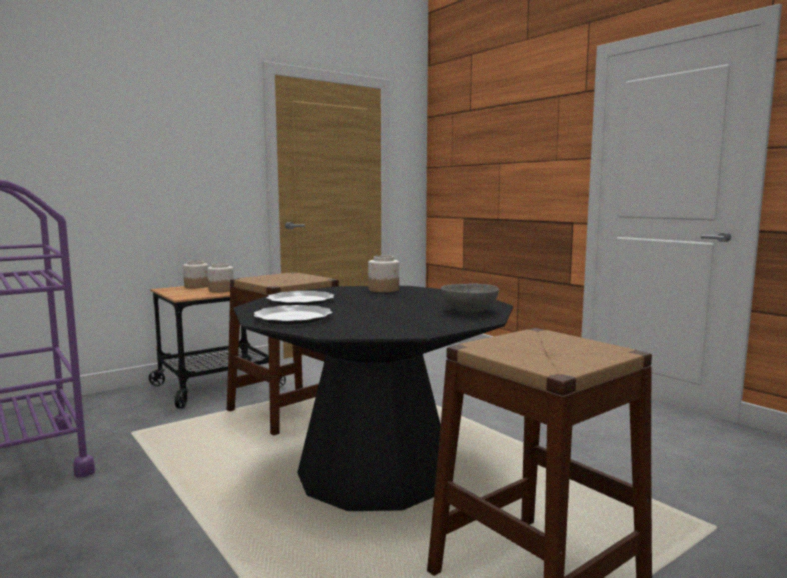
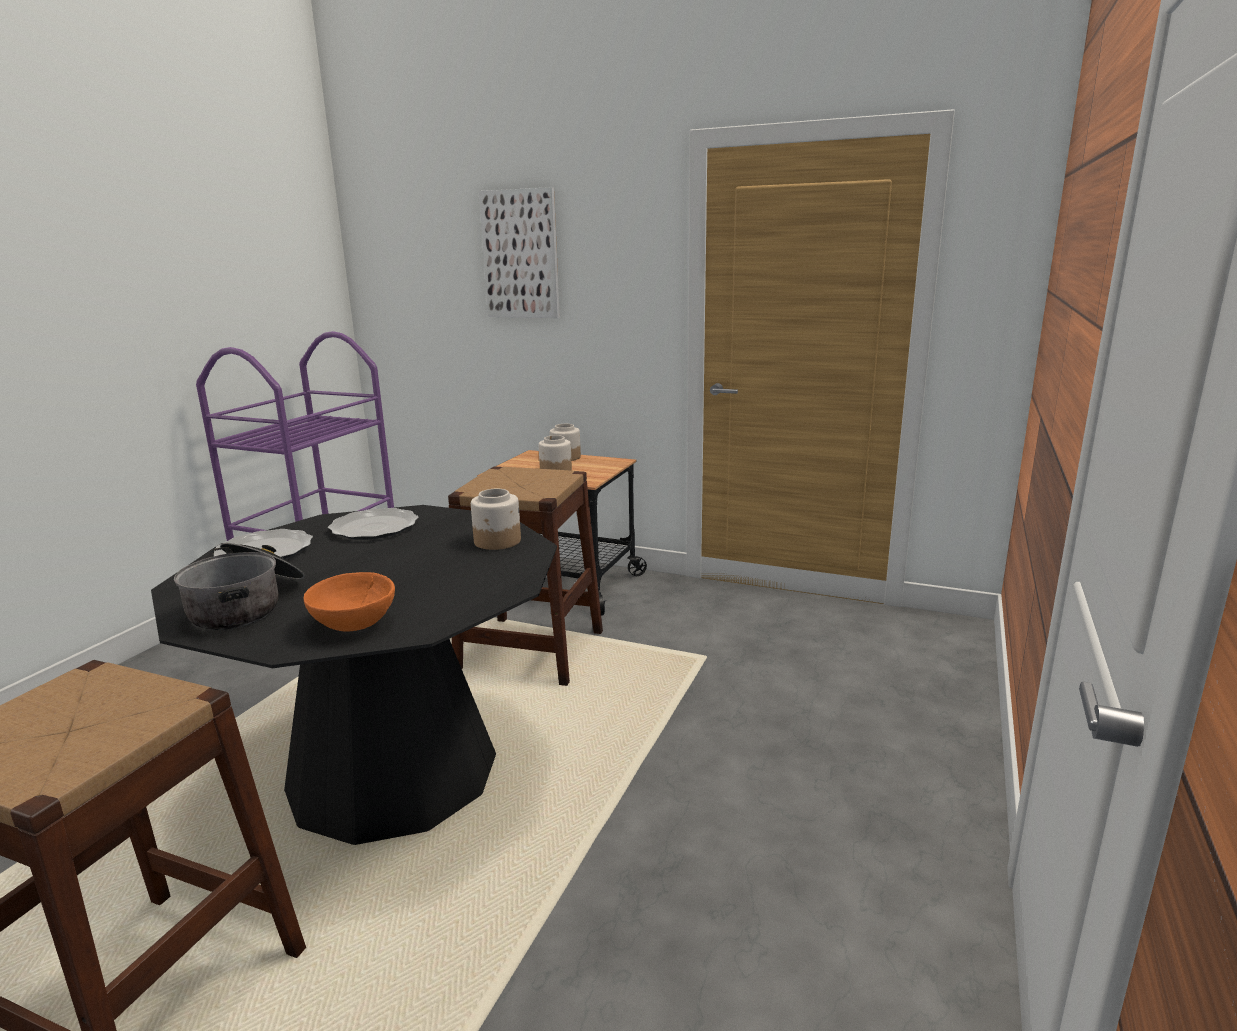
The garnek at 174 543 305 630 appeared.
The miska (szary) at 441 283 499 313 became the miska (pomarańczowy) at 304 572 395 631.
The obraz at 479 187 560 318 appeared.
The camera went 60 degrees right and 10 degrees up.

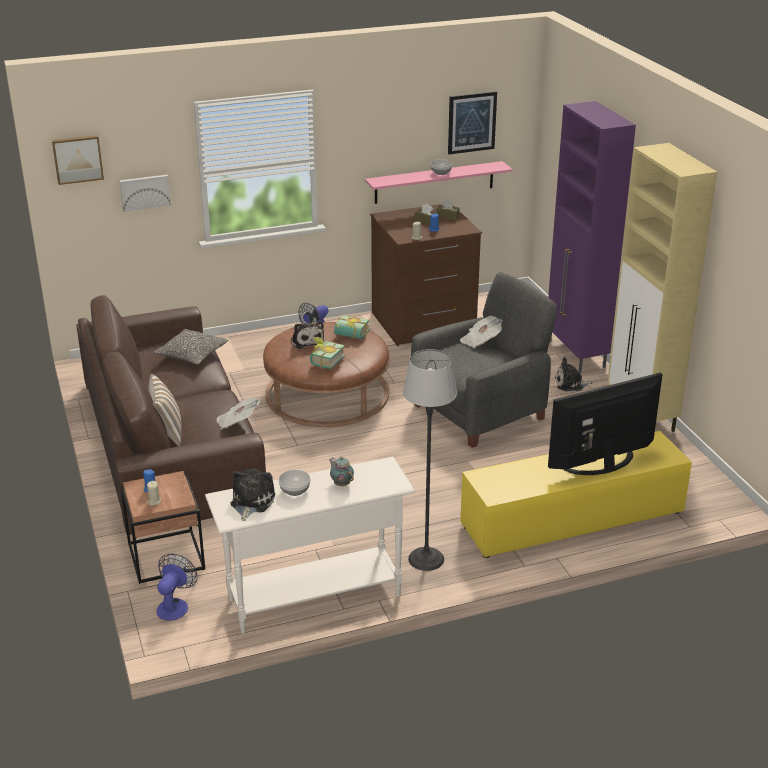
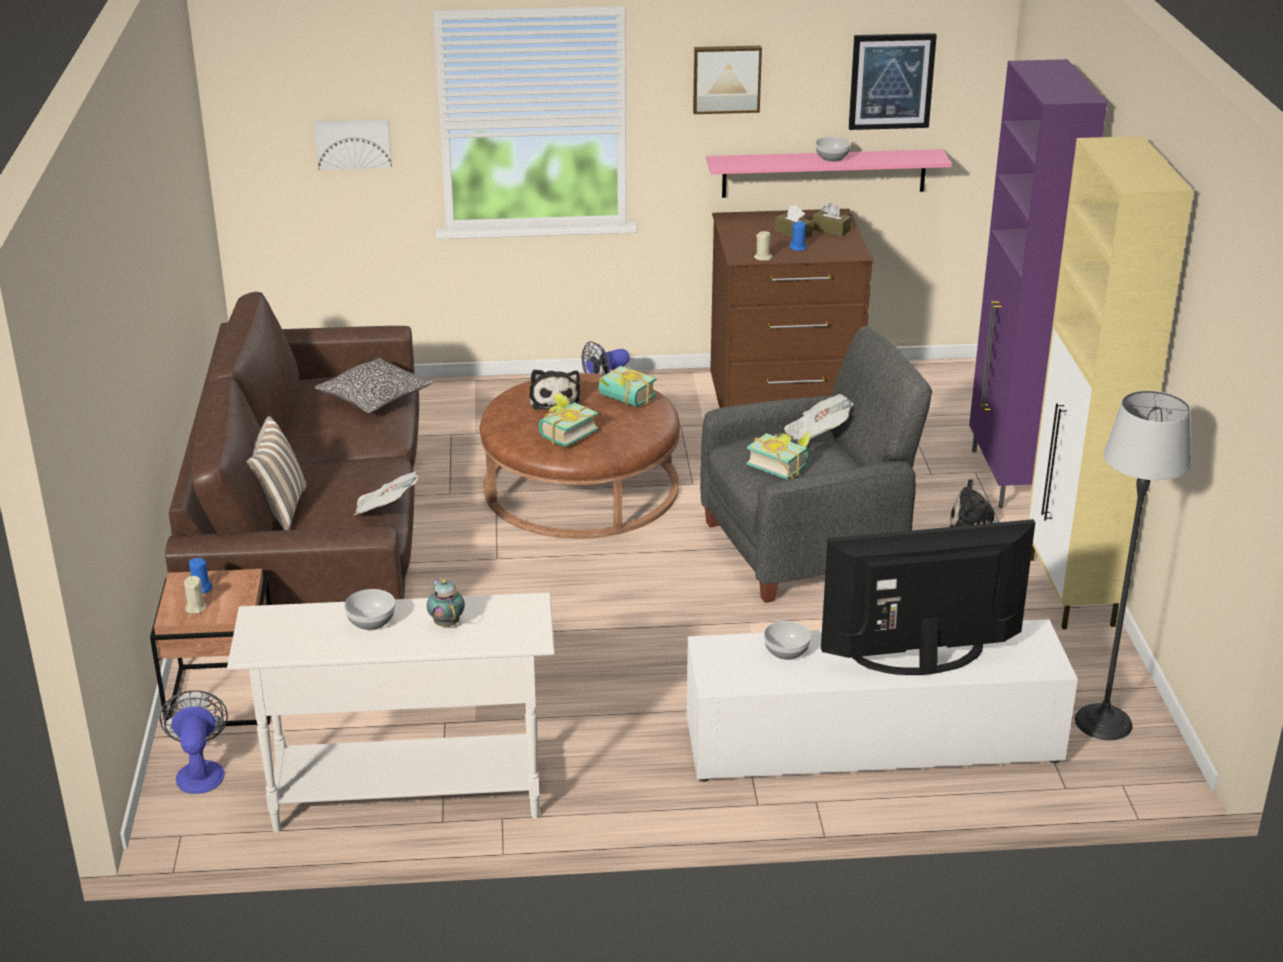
The wentylator at 157 554 197 621 turned 45 degrees counterclockwise.
The szafka pod telewizor (żółty) at 460 431 692 558 became the szafka pod telewizor (biały) at 687 619 1078 782.
The obraz moved from 52 135 104 185 to 693 45 762 114.
The książka at 747 432 810 480 appeared.
The miska at 764 621 811 660 appeared.
The lampa stojąca moved from 403 349 457 571 to 1075 391 1191 740.
The pluszak at 231 469 275 521 disappeared.
The camera went 15 degrees right and 0 degrees up.

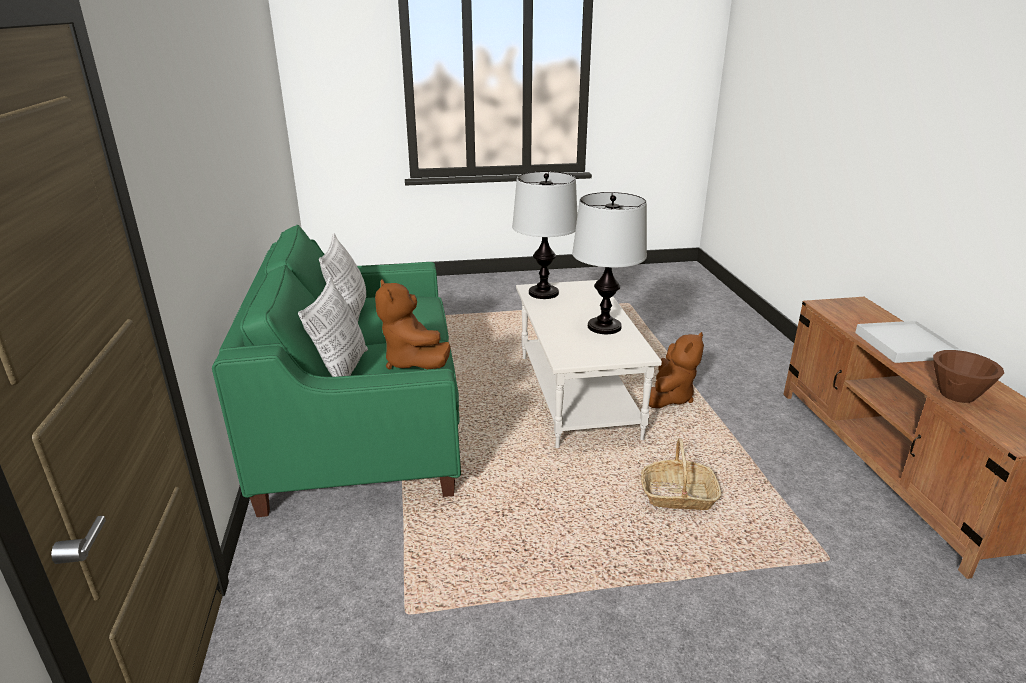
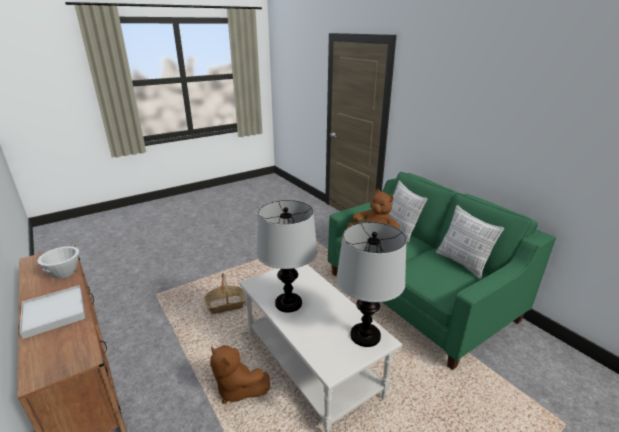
The miska (brązowy) at 933 350 1004 403 became the miska (biały) at 37 246 79 278.
The pluszak (brązowy) at 649 332 704 408 turned 60 degrees counterclockwise.
The camera went 155 degrees right and 0 degrees up.

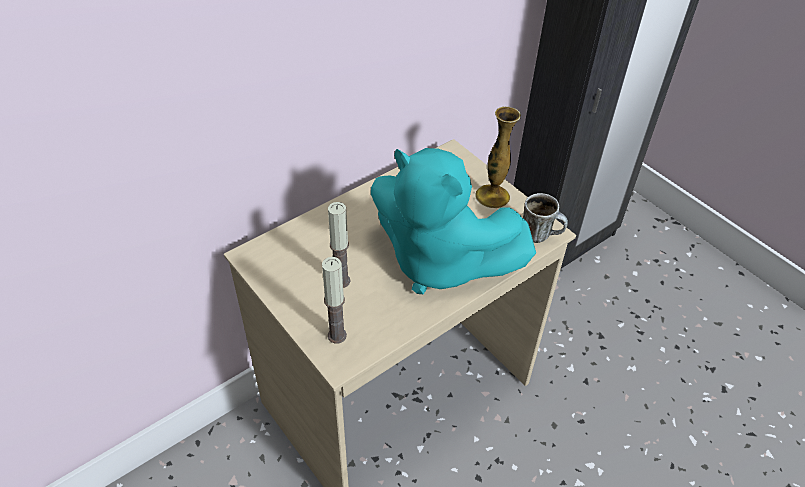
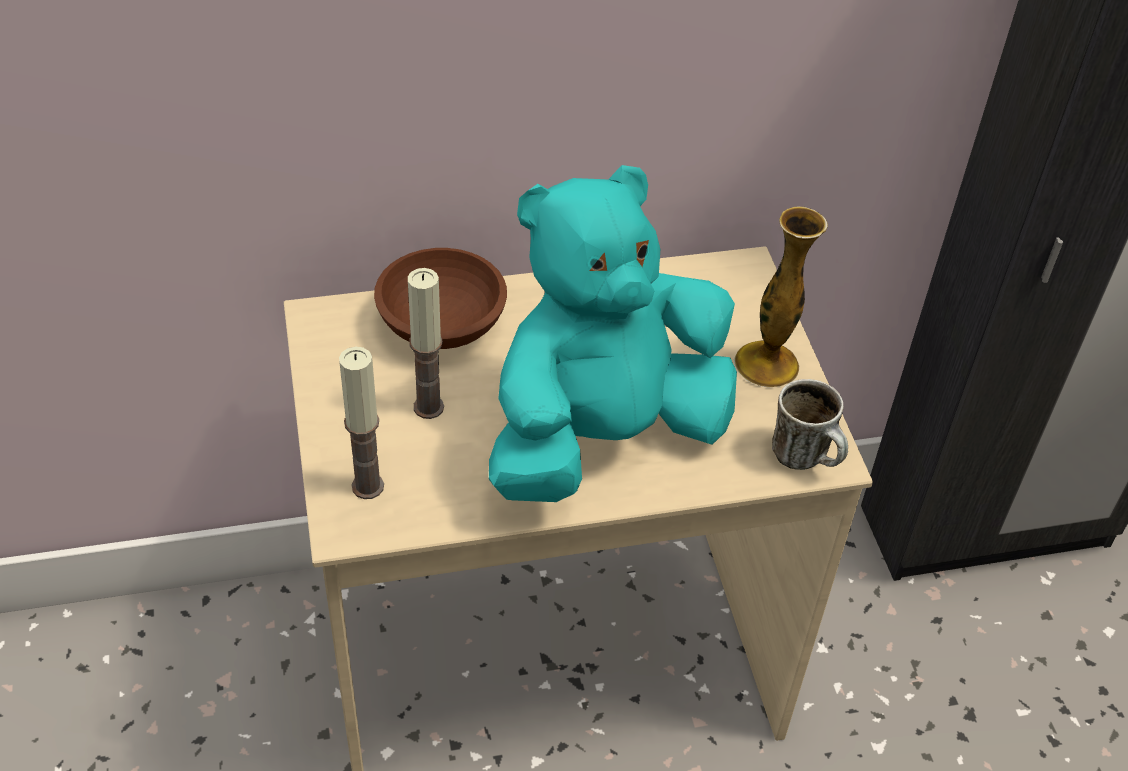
The miska (brązowy) at 374 248 507 349 appeared.
The pluszak (turkusowy) at 371 148 536 294 turned 90 degrees clockwise.
The camera went 25 degrees right and 0 degrees up.

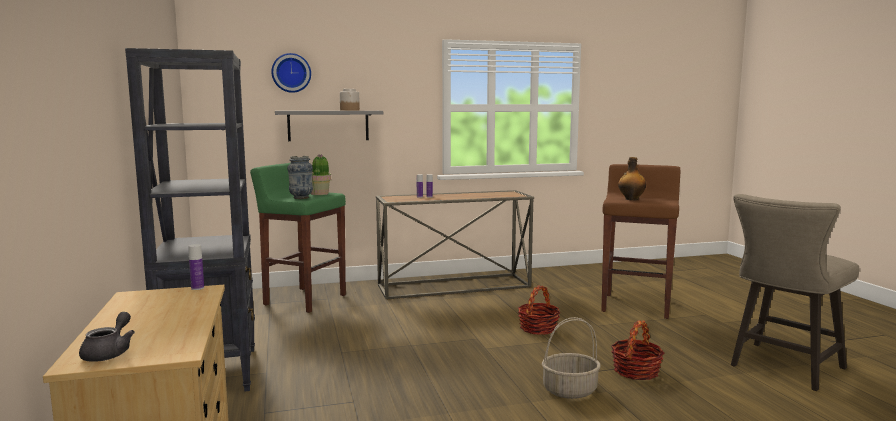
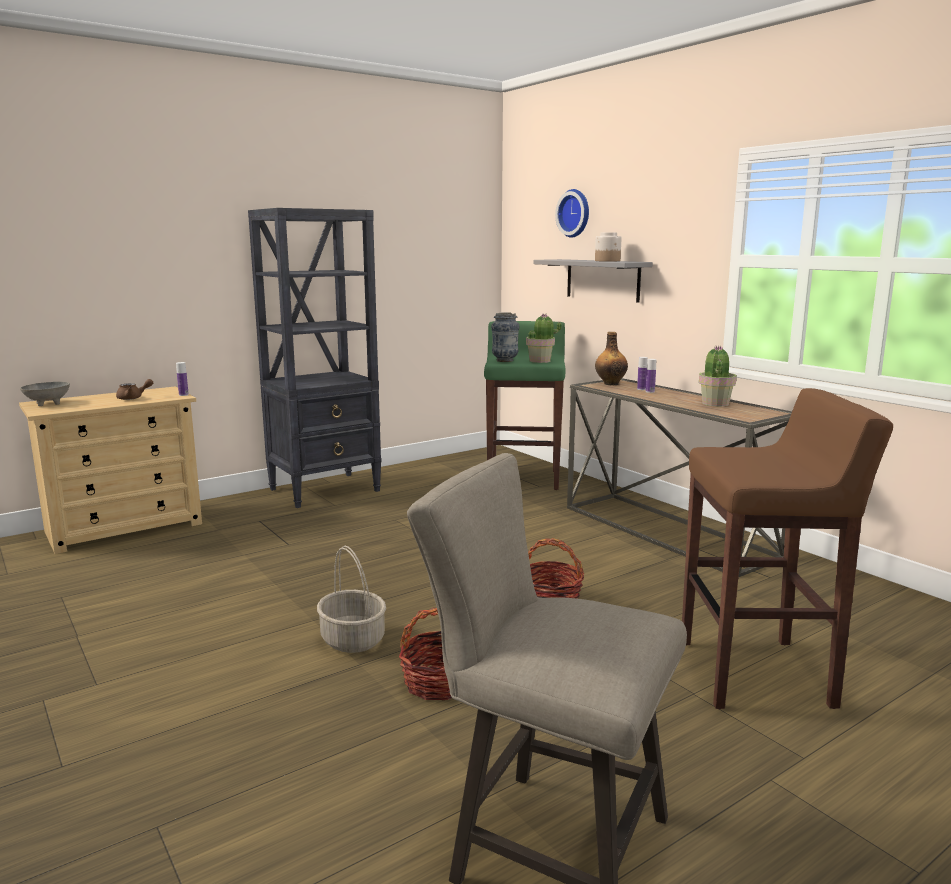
The imbryk (szary) at 79 312 135 362 was replaced by the miska (szary) at 20 382 70 406.
The imbryk (brązowy) at 116 379 153 400 appeared.
The butelka moved from 618 157 646 200 to 595 332 628 385.
The roślina doniczkowa at 699 345 737 406 appeared.
The camera went 70 degrees right and 5 degrees up.

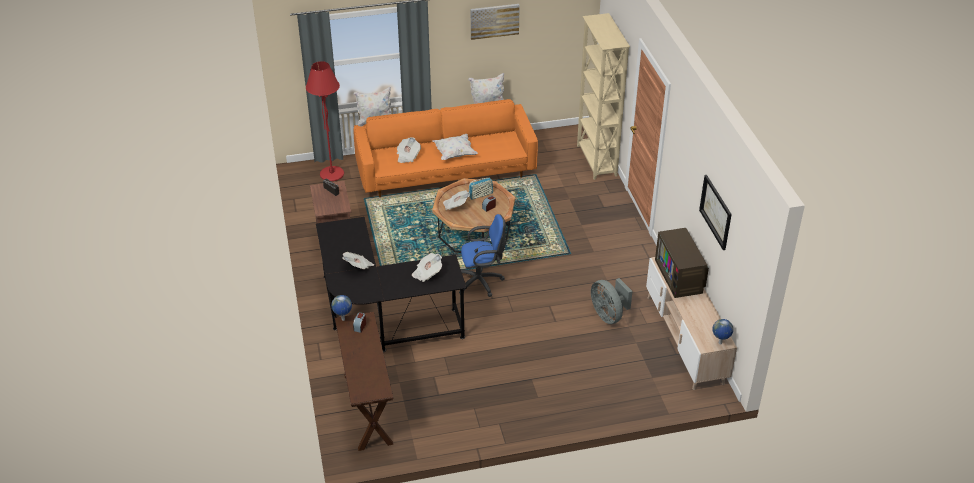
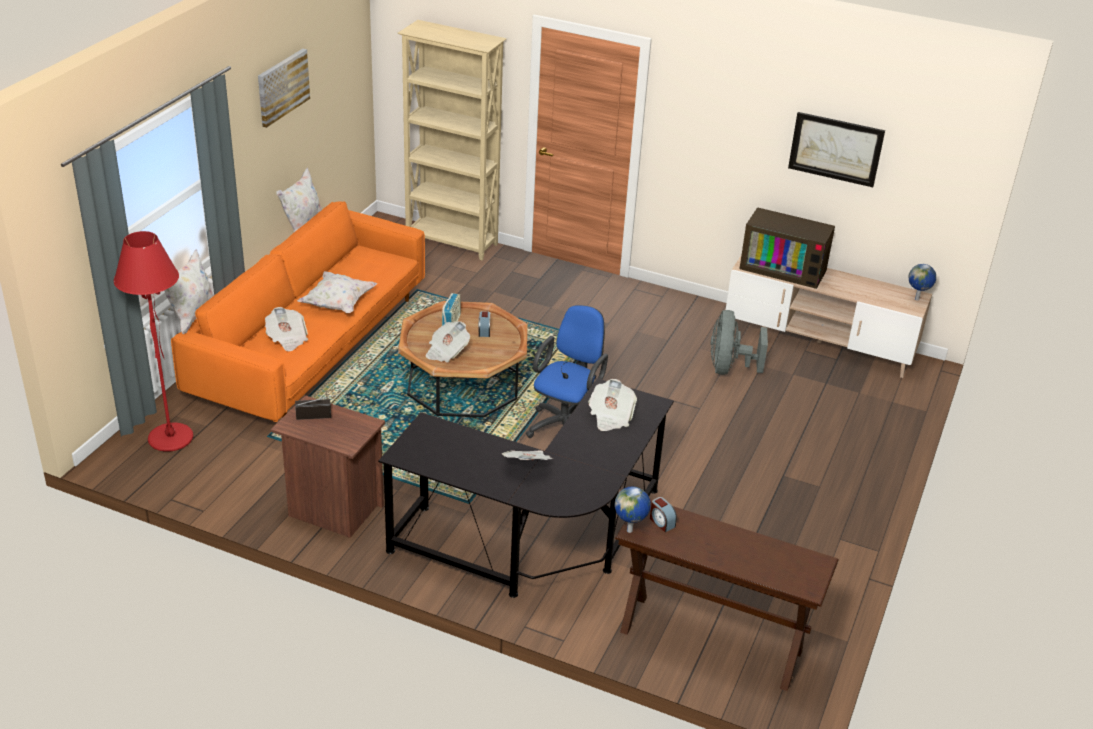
The wentylator (szary) at 591 278 633 324 turned 90 degrees clockwise.
The camera went 55 degrees left and 5 degrees down.

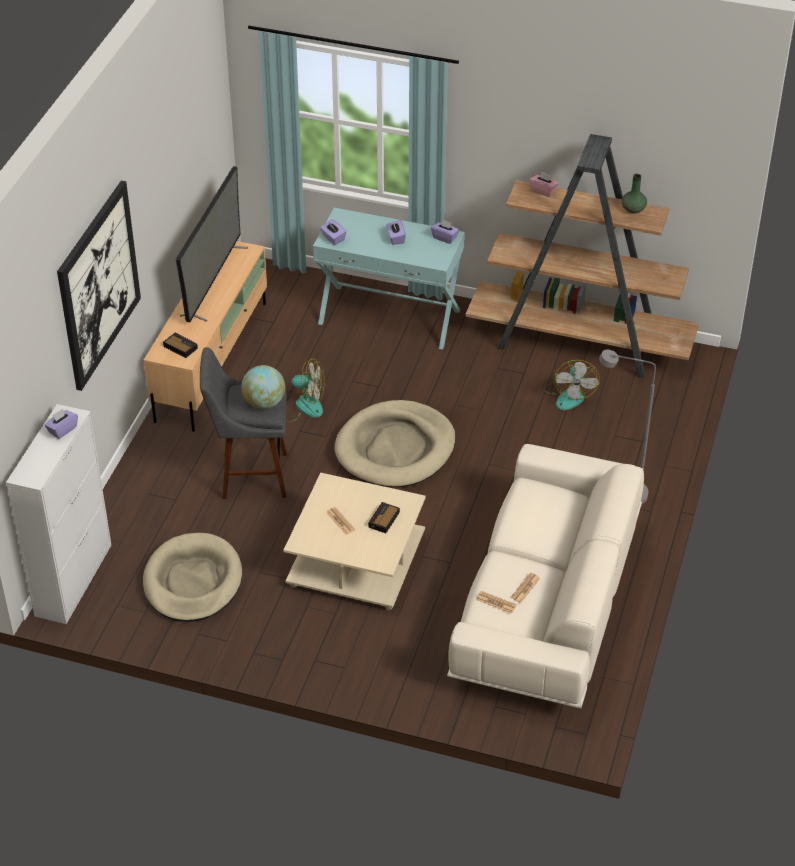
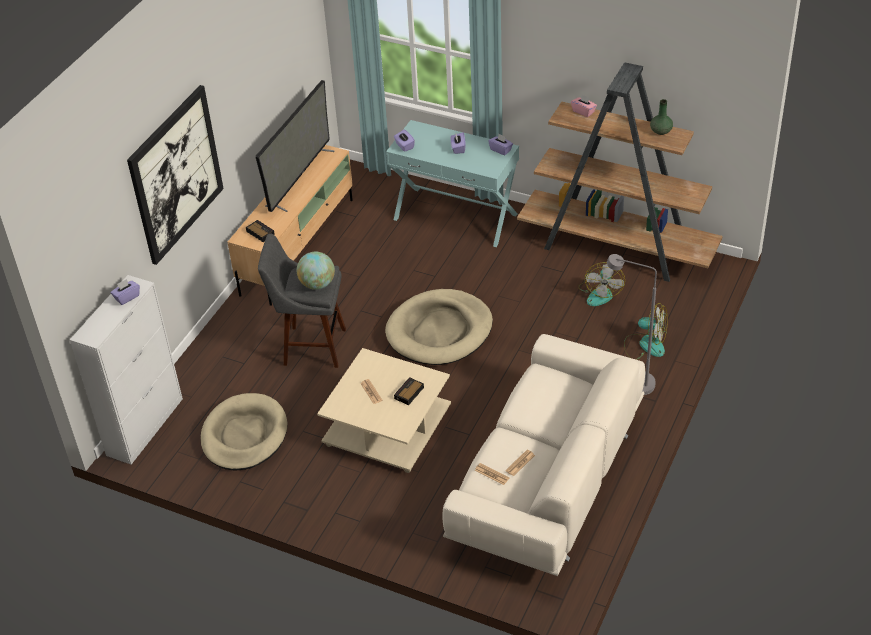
The wentylator moved from 286 358 324 423 to 624 303 668 360.
The camera went 10 degrees right and 0 degrees up.

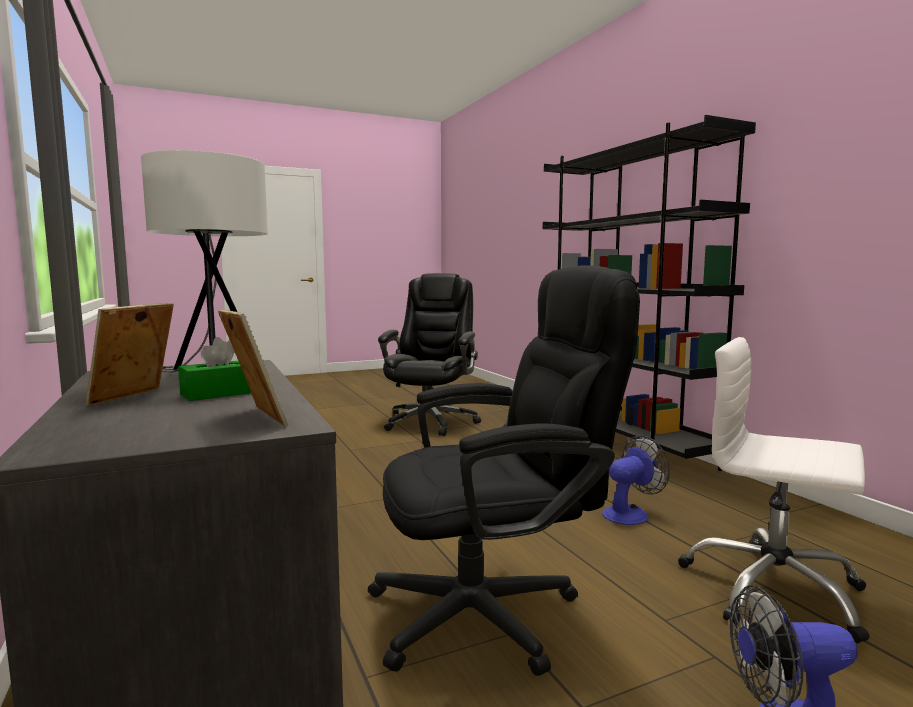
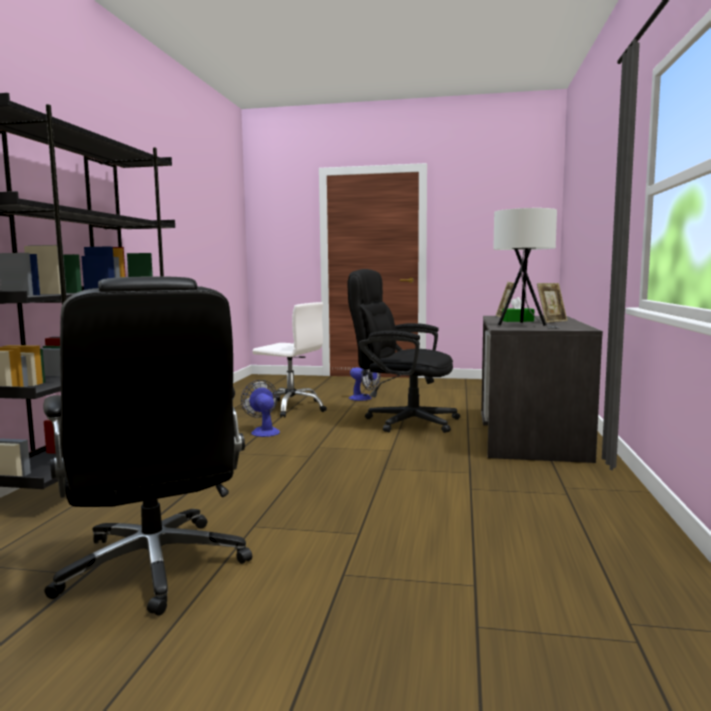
The krzesło biurowe (czarny) at 378 273 481 436 turned 75 degrees counterclockwise.
The wentylator at 602 435 670 525 turned 60 degrees clockwise.
The krzesło biurowe (biały) at 678 337 870 643 turned 45 degrees counterclockwise.
The camera went 145 degrees left and 0 degrees up.

